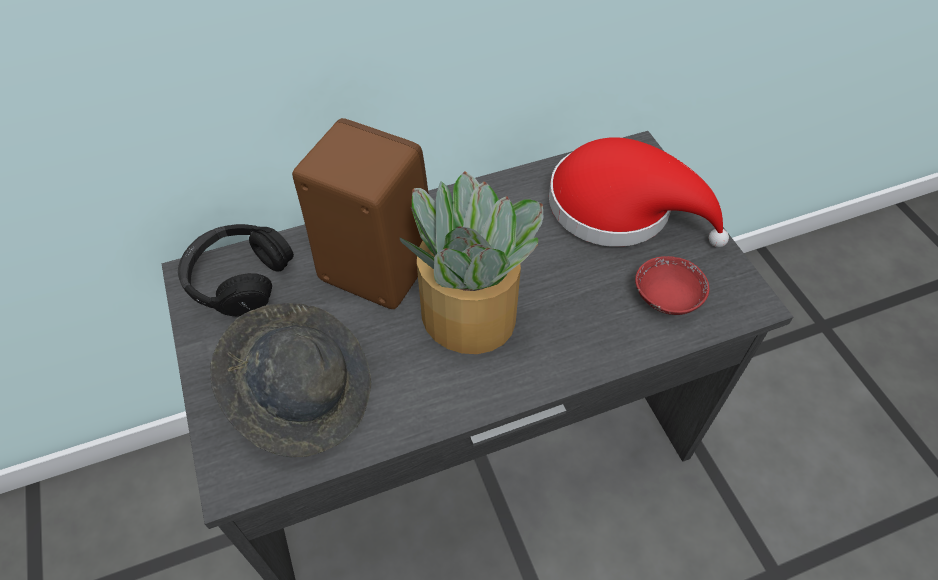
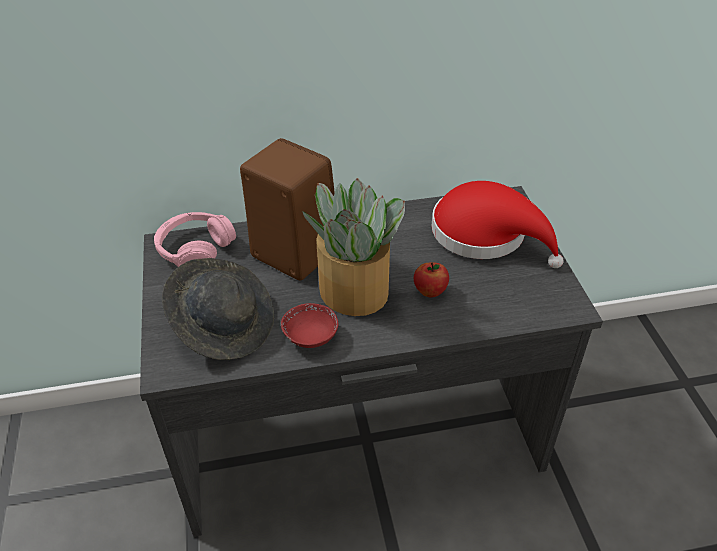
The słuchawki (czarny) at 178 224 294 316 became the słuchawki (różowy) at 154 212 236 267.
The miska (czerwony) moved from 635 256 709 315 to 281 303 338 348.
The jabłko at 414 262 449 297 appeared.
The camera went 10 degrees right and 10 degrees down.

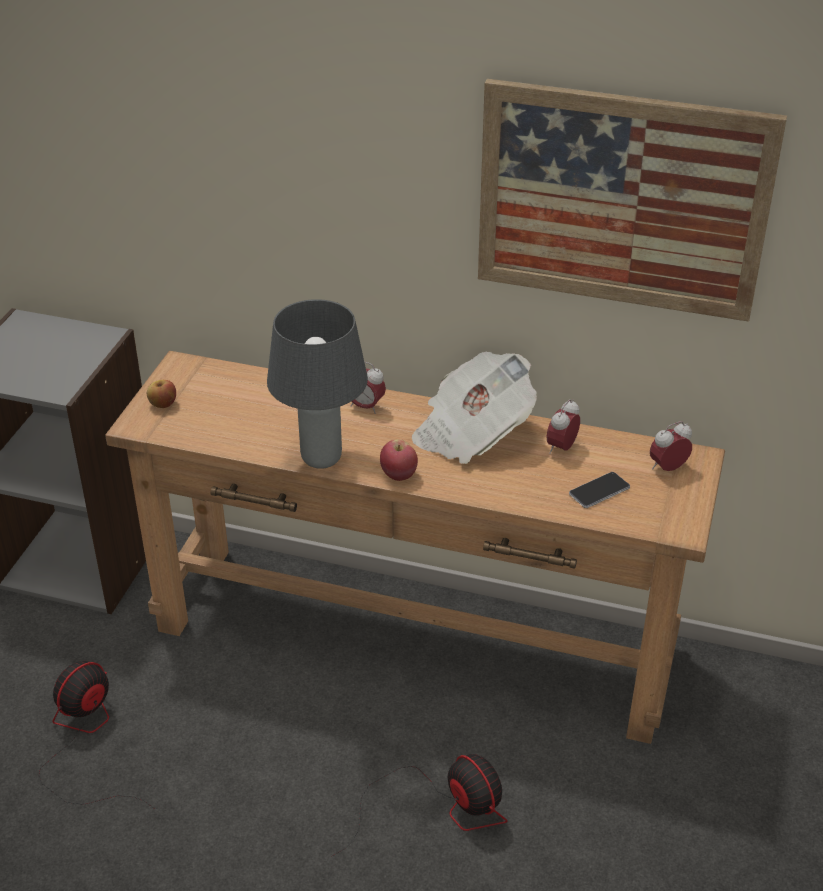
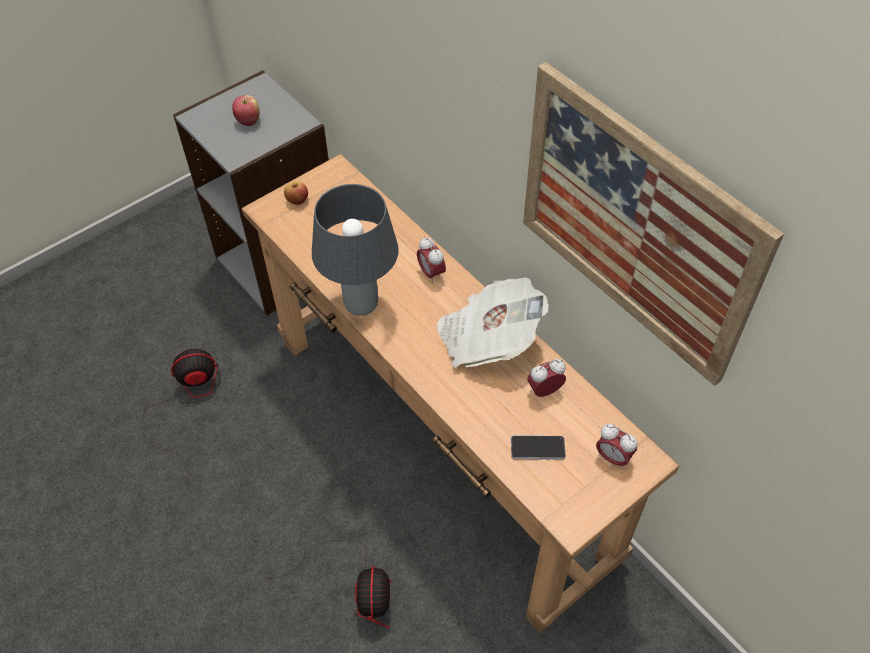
The jabłko moved from 380 439 418 481 to 232 95 260 126.
The budzik at 650 421 692 471 turned 150 degrees counterclockwise.
The camera went 35 degrees right and 15 degrees up.

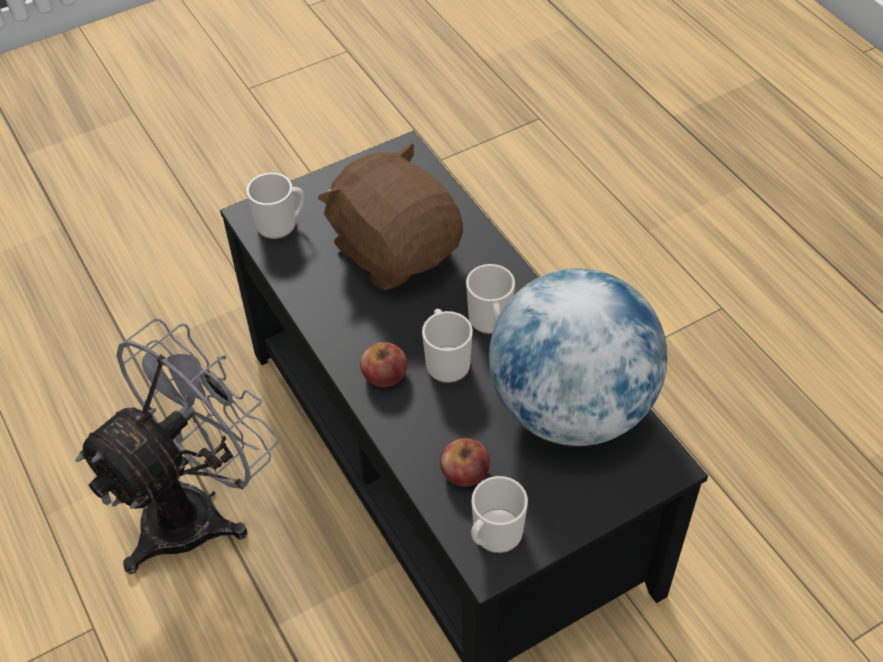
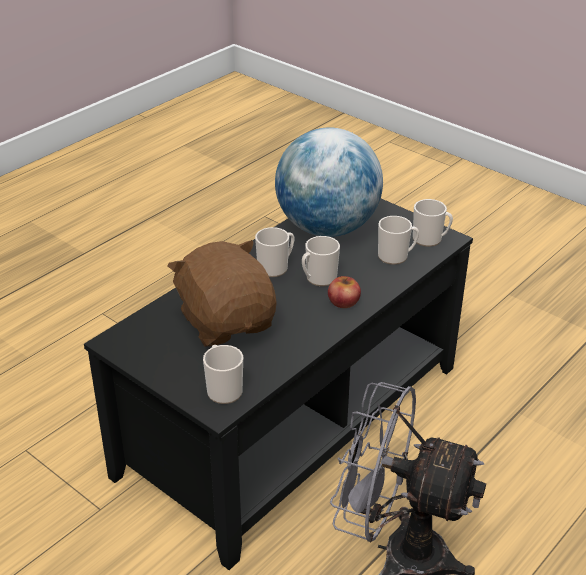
The pluszak (brązowy) at 318 143 463 290 turned 120 degrees clockwise.
The jabłko at 440 438 490 487 was replaced by the kubek at 378 216 419 265.
The camera went 110 degrees left and 15 degrees down.

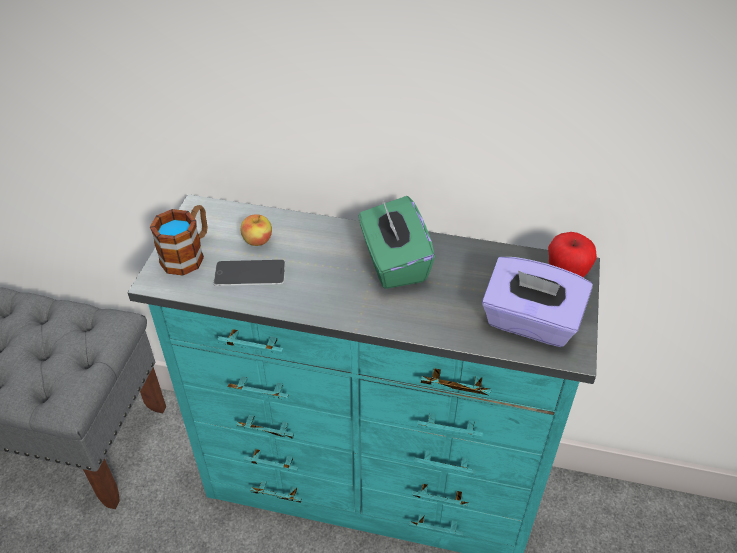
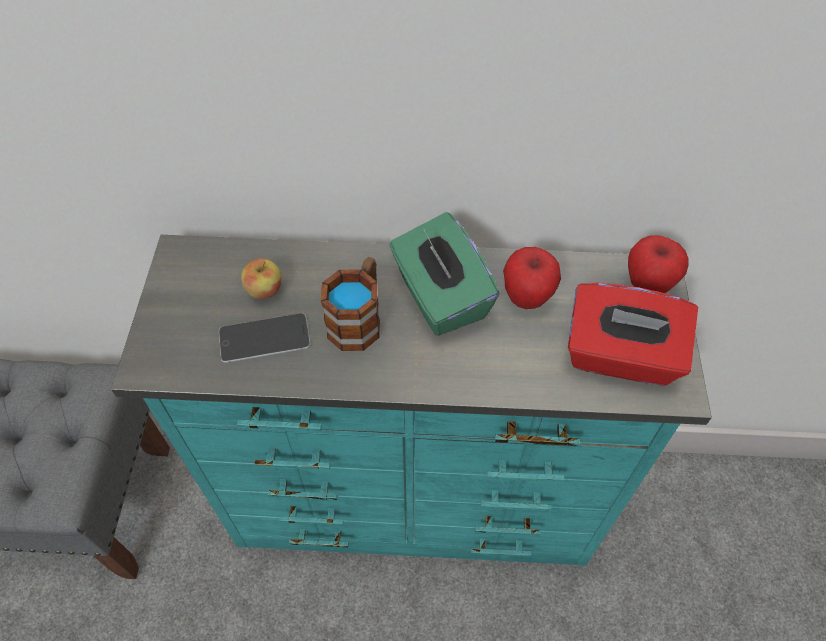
The kubek moved from 150 205 208 275 to 321 257 380 351.
The jabłko at 503 247 561 309 appeared.
The pudełko chusteczek (fioletowy) at 482 257 593 347 became the pudełko chusteczek (czerwony) at 568 283 698 386.
The camera went 10 degrees left and 10 degrees up.

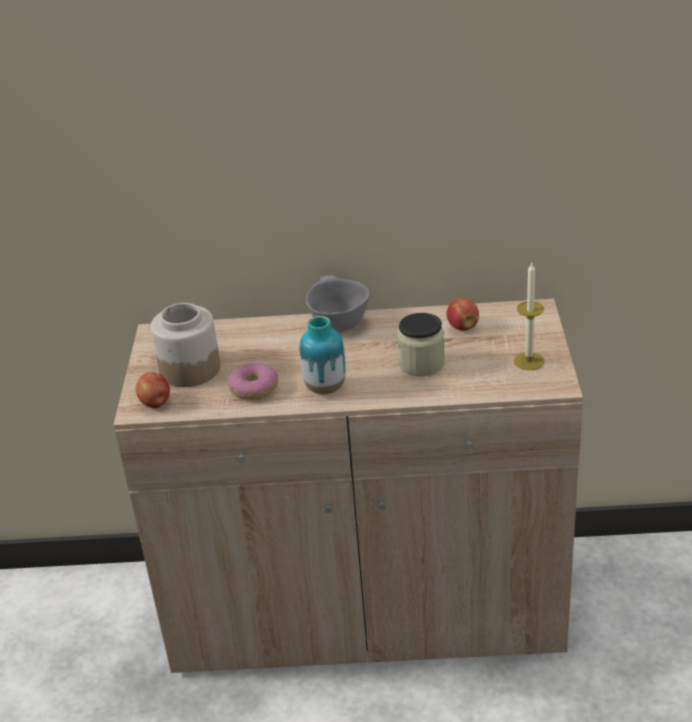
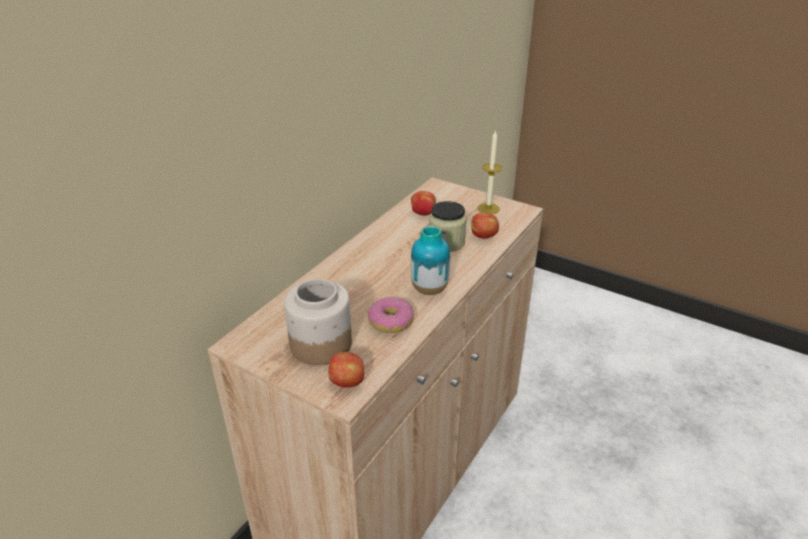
The jabłko at 471 213 499 238 appeared.
The miska (szary) at 306 275 369 332 disappeared.
The camera went 60 degrees left and 0 degrees up.

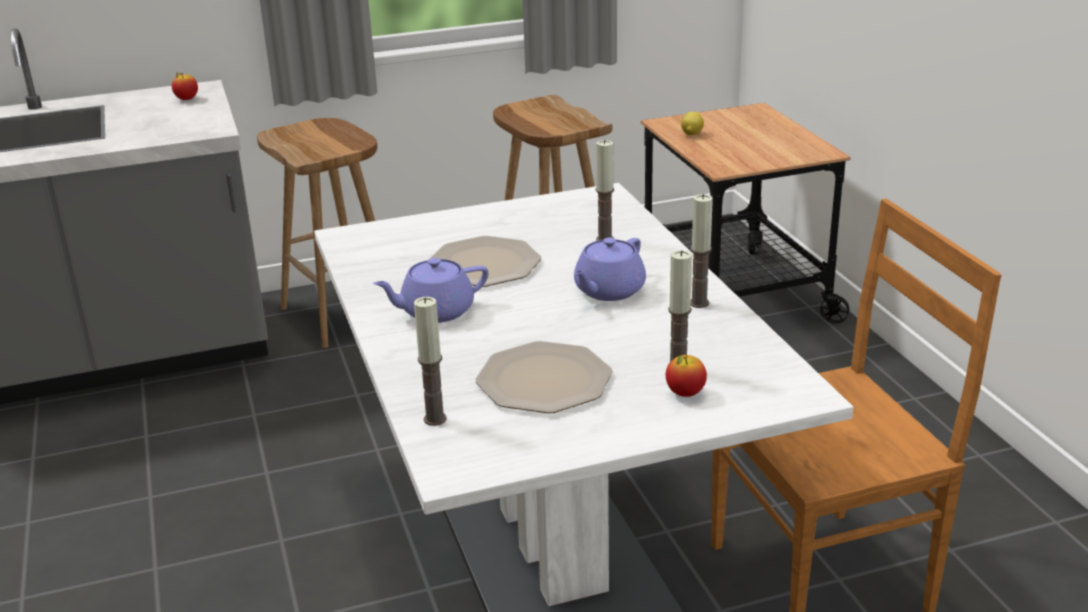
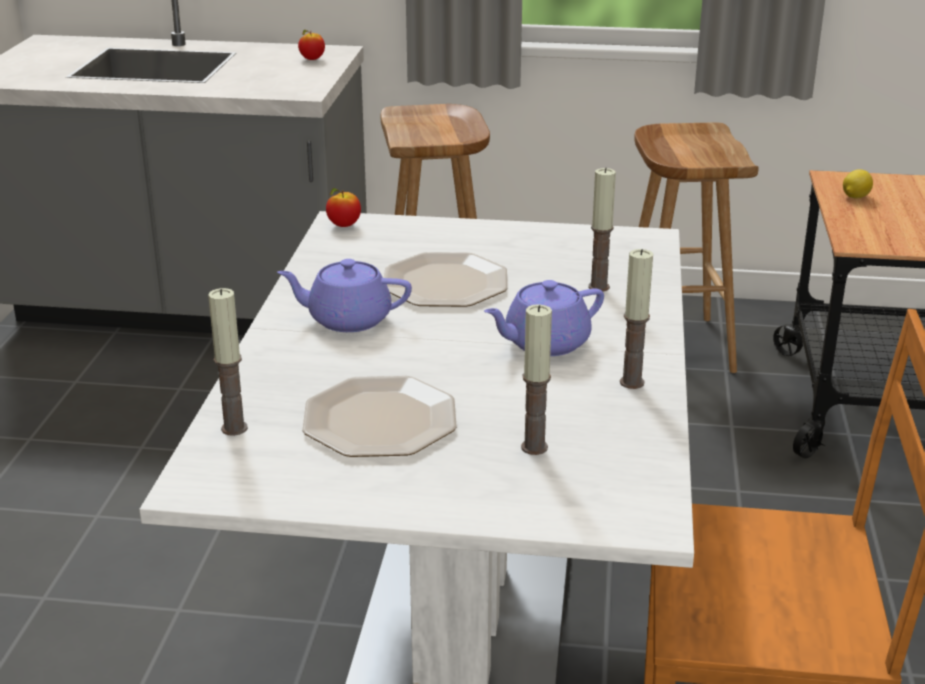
The jabłko moved from 666 355 707 397 to 326 188 361 227.
The camera went 25 degrees right and 0 degrees up.

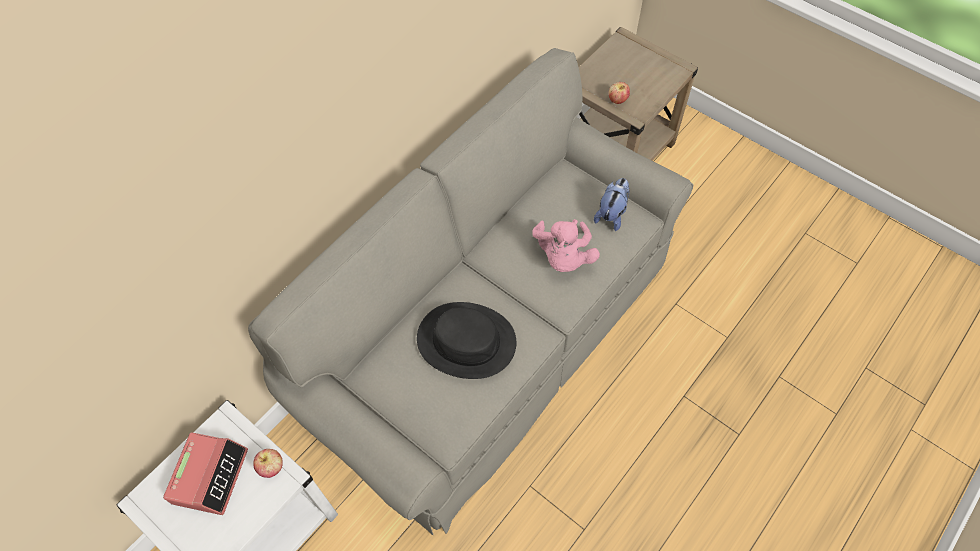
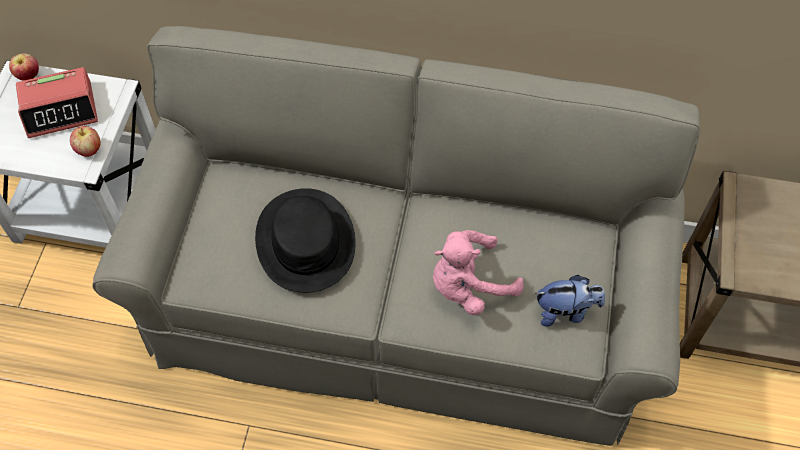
The jabłko moved from 609 82 630 104 to 9 53 39 81.
The camera went 60 degrees right and 0 degrees up.

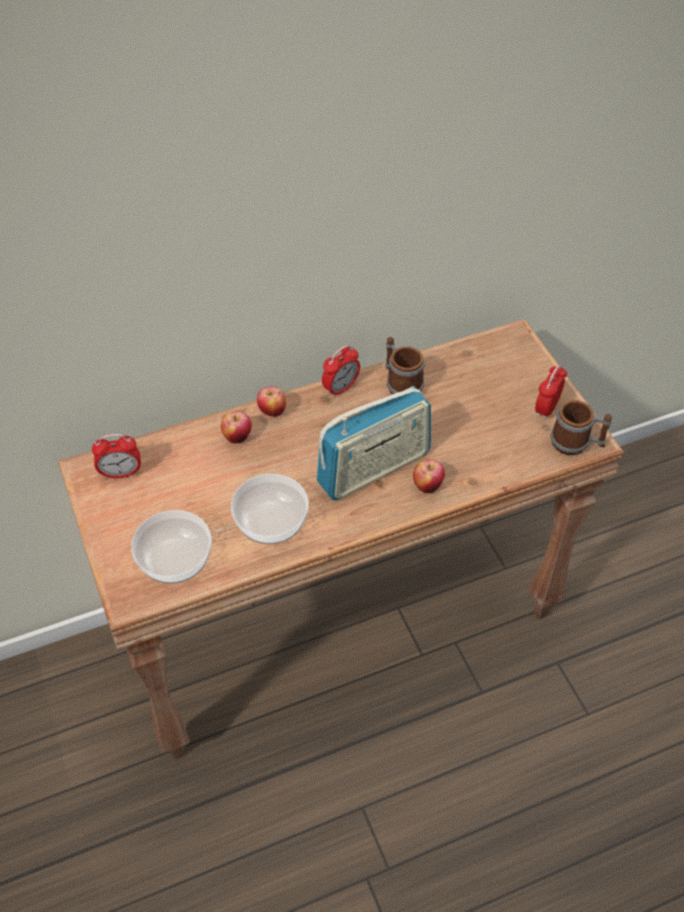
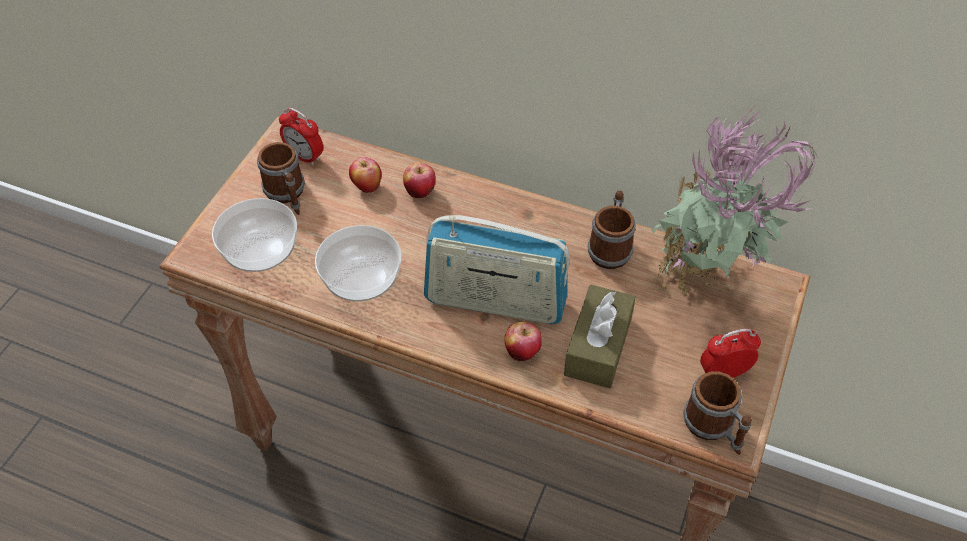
The kubek at 257 142 305 215 appeared.
The jabłko moved from 257 386 286 417 to 349 157 382 193.
The pudełko chusteczek (brązowy) at 564 285 636 388 appeared.
The roślina doniczkowa at 652 107 818 296 appeared.
The budzik at 322 345 360 398 disappeared.
The camera went 45 degrees right and 0 degrees up.

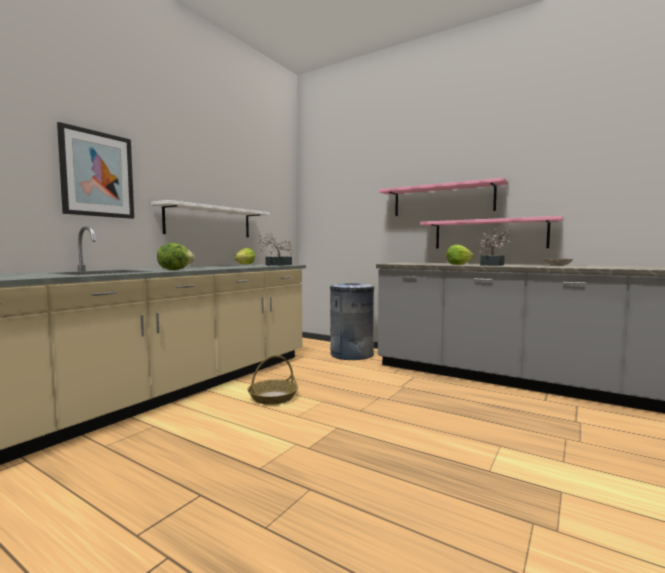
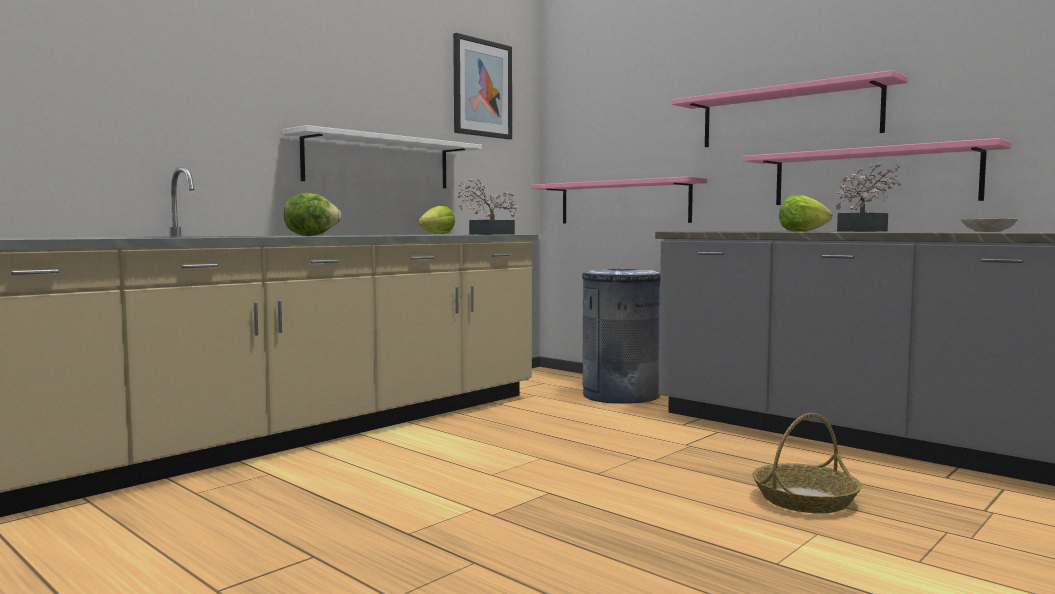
The obraz moved from 57 122 134 219 to 453 33 512 139.
The półka (różowy) at 531 177 707 223 appeared.
The koszyk moved from 248 355 298 405 to 753 413 862 513.
The camera went 10 degrees right and 0 degrees up.

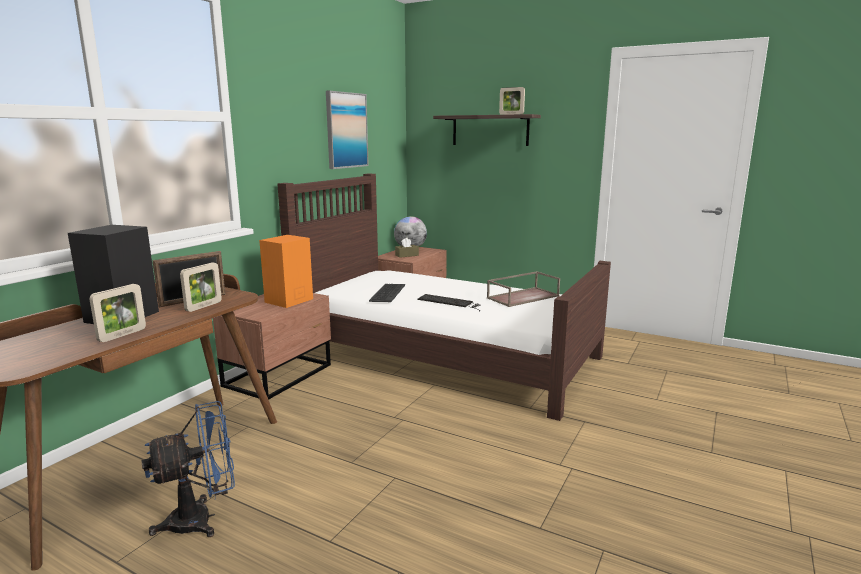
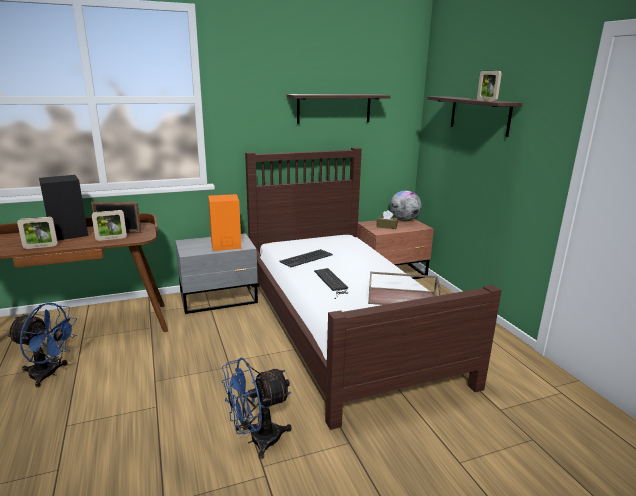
The szafka nocna (brązowy) at 213 293 331 400 became the szafka nocna (szary) at 175 233 258 314.
The wentylator (niebieski) at 222 357 292 459 appeared.
The obraz at 326 91 369 169 was replaced by the półka at 287 94 391 124.
The camera went 40 degrees right and 5 degrees up.

